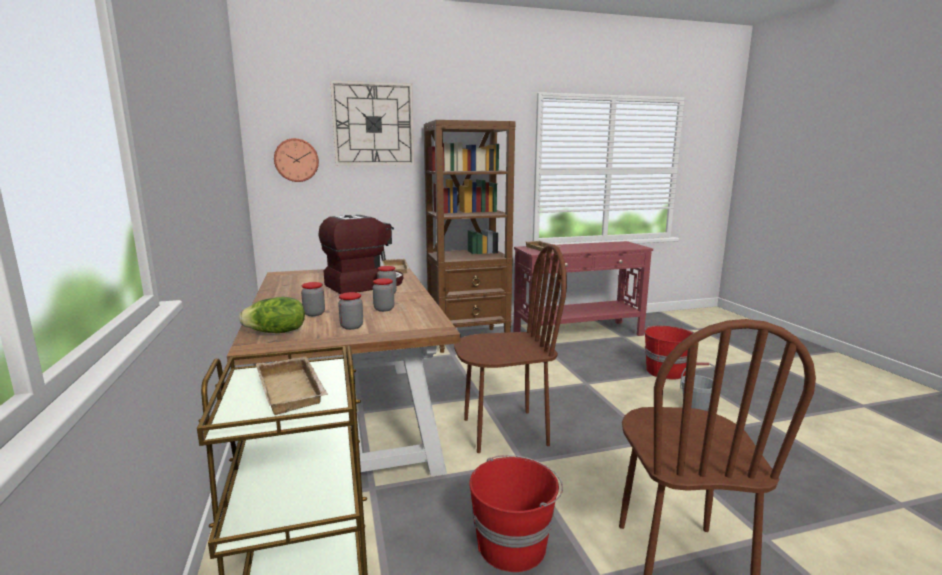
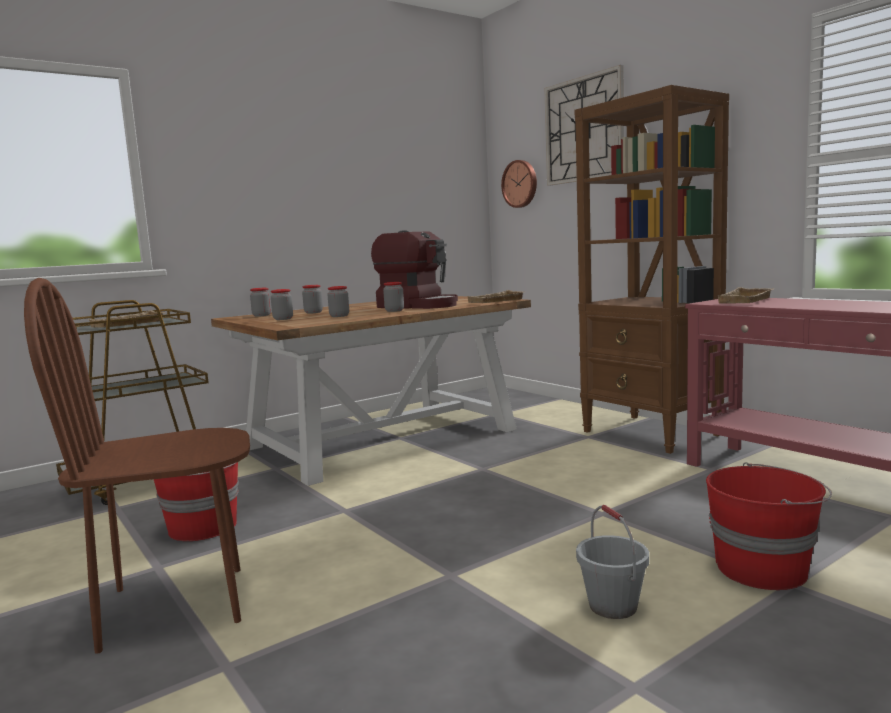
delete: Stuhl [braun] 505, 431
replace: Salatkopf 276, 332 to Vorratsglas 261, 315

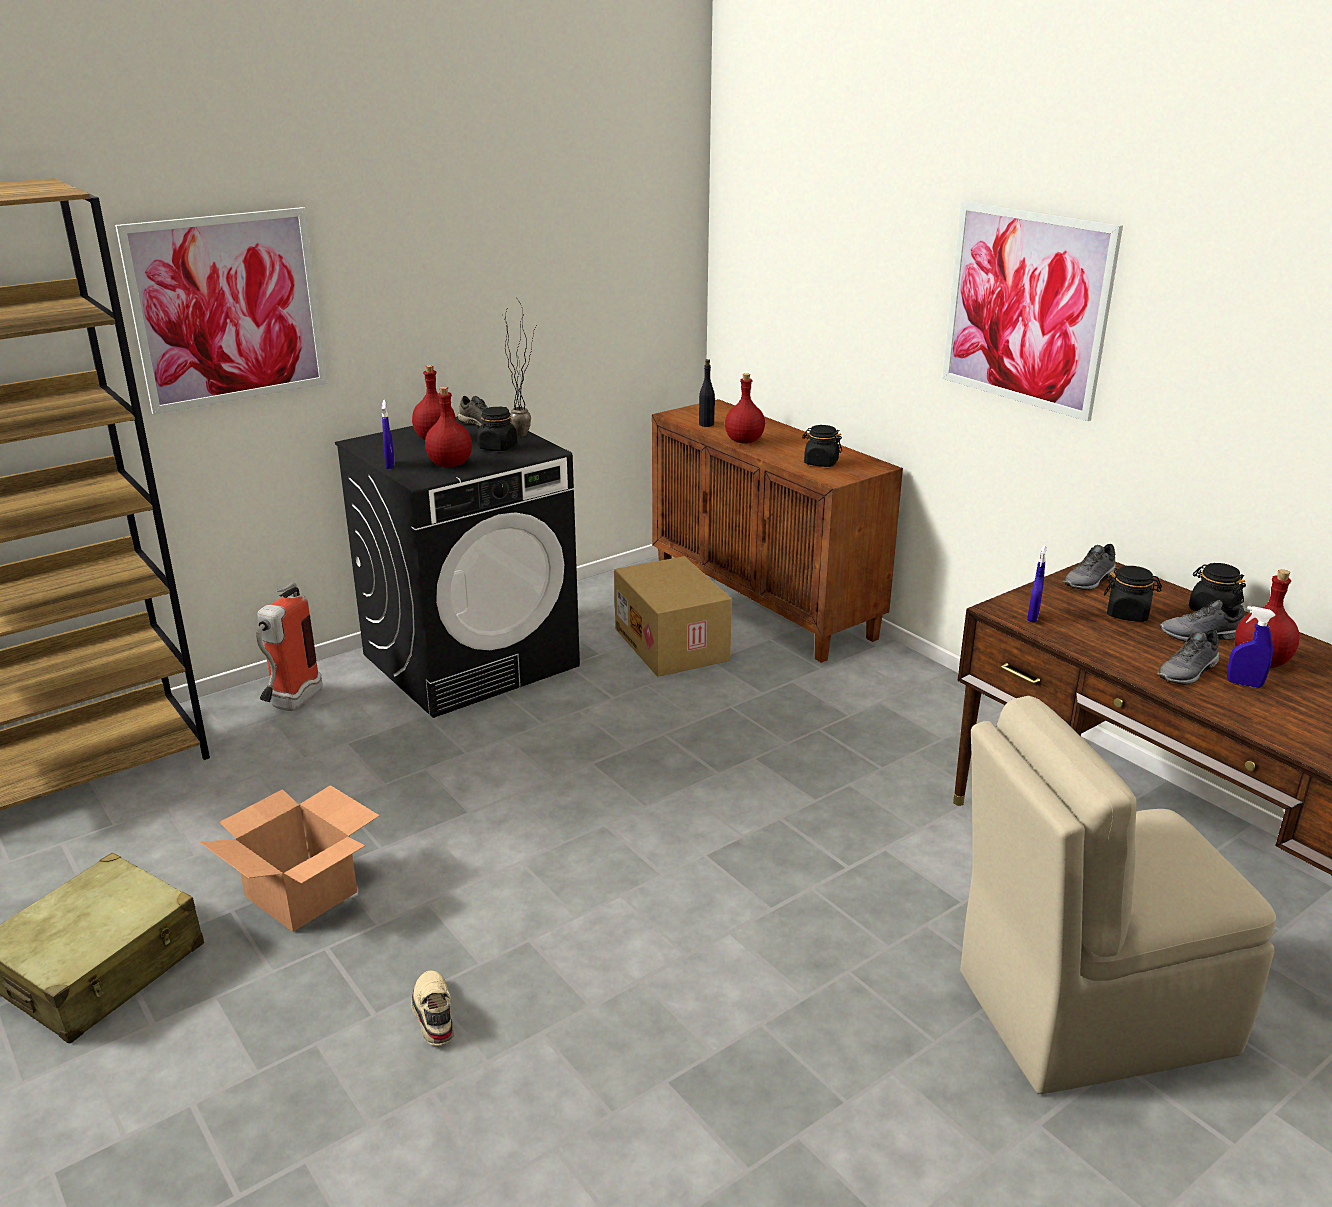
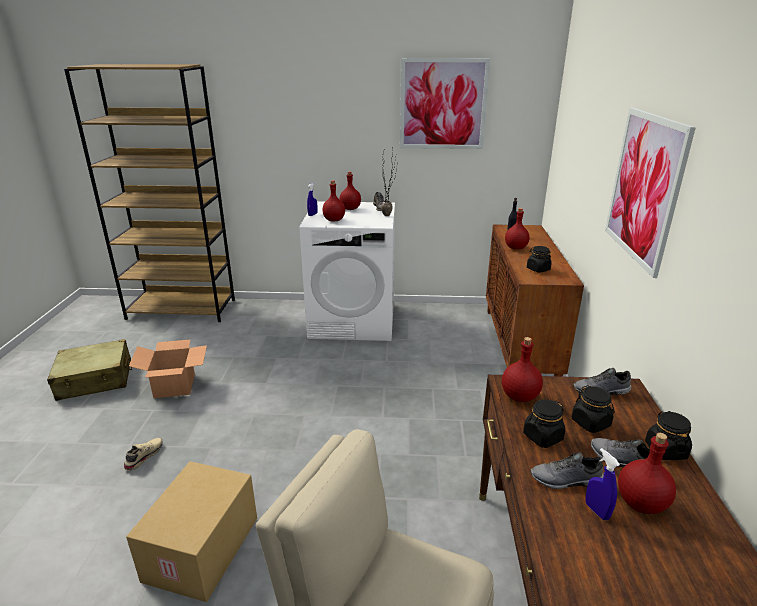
delete: Feuerlöscher 291, 705
move: Bild 228, 309 to 443, 104; Vorratsglas [schwarz] 497, 447 to 542, 437; Karton 673, 644 to 203, 549
replace: Sprühflasche [blau] 1033, 617 to Flasche [rot] 519, 396
recolor: Waschmaschine [schwarz] 471, 660 to Waschmaschine [weiß] 353, 321

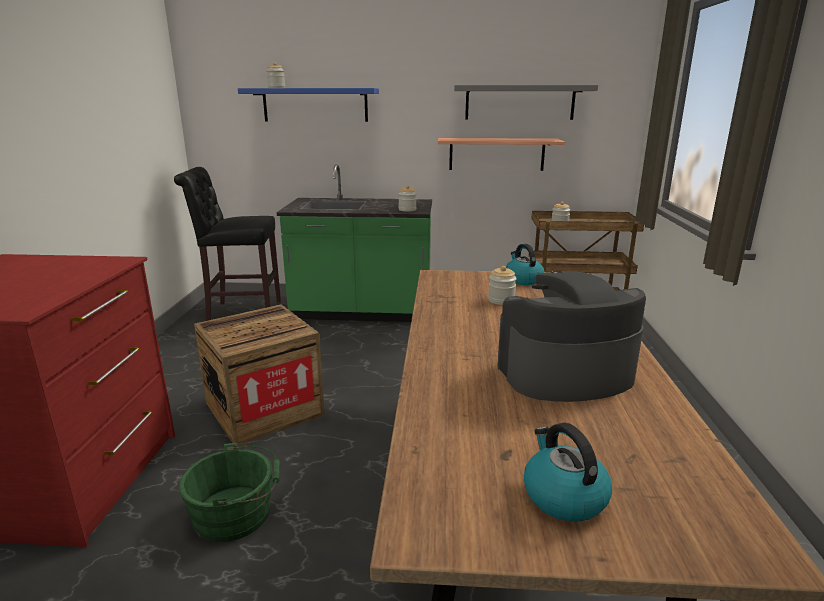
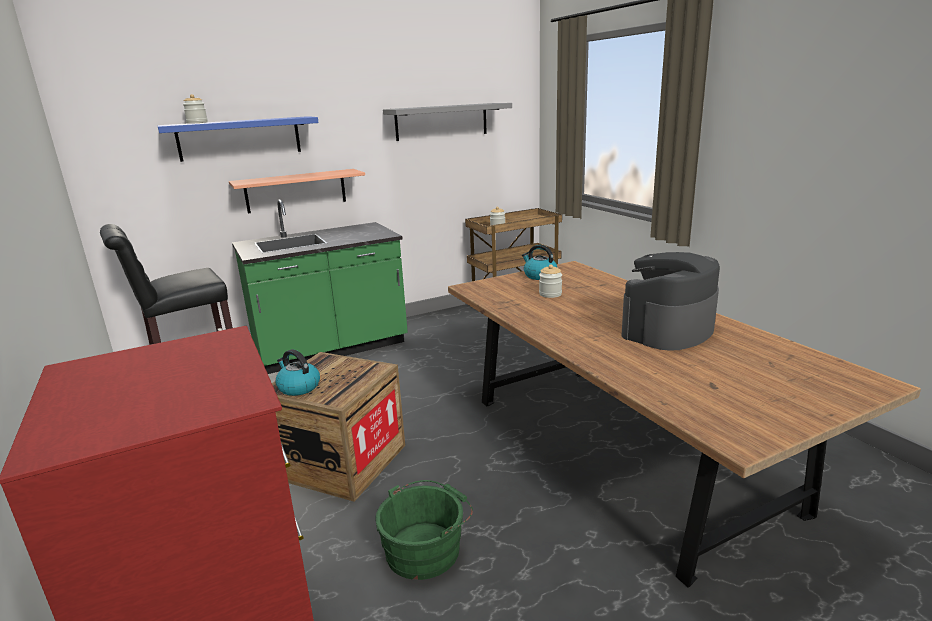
delete: Vorratsglas 407, 210
move: Wandregal 496, 154 to 296, 191; Wasserkessel 563, 496 to 298, 387

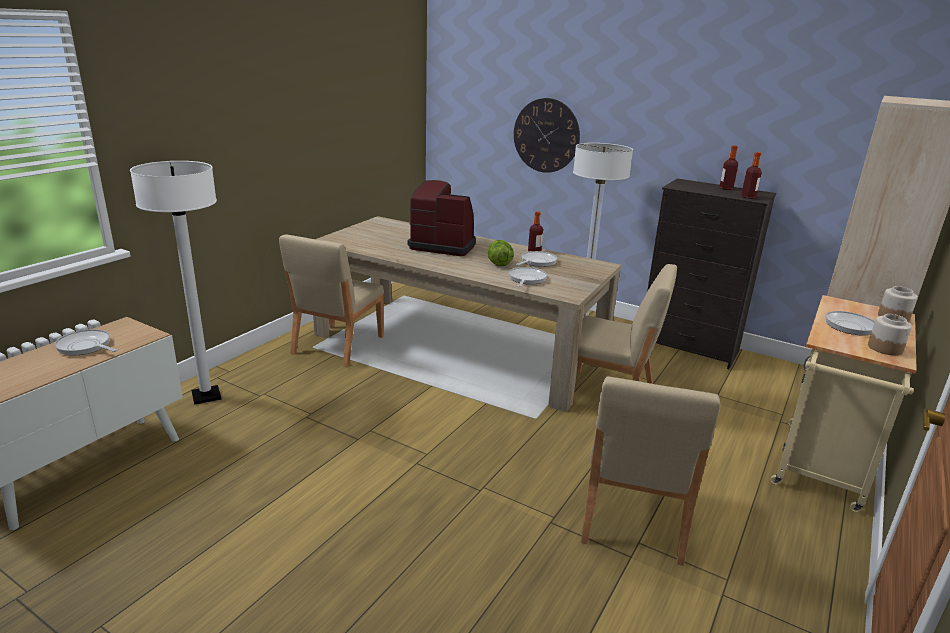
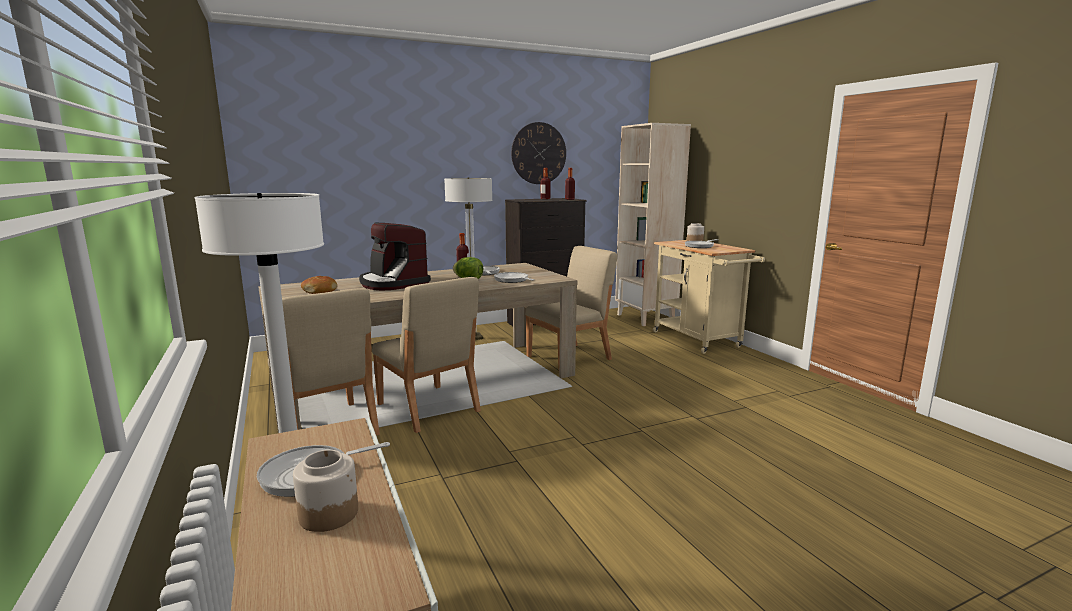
insert: Brot 320, 291
move: Wanduhr 546, 135 to 538, 153; Stuhl [beige] 633, 518 to 428, 408; Vorratsglas 885, 348 to 329, 513
rotate: Kaffeemaschine 443, 245 = 393, 283 90 degrees counterclockwise

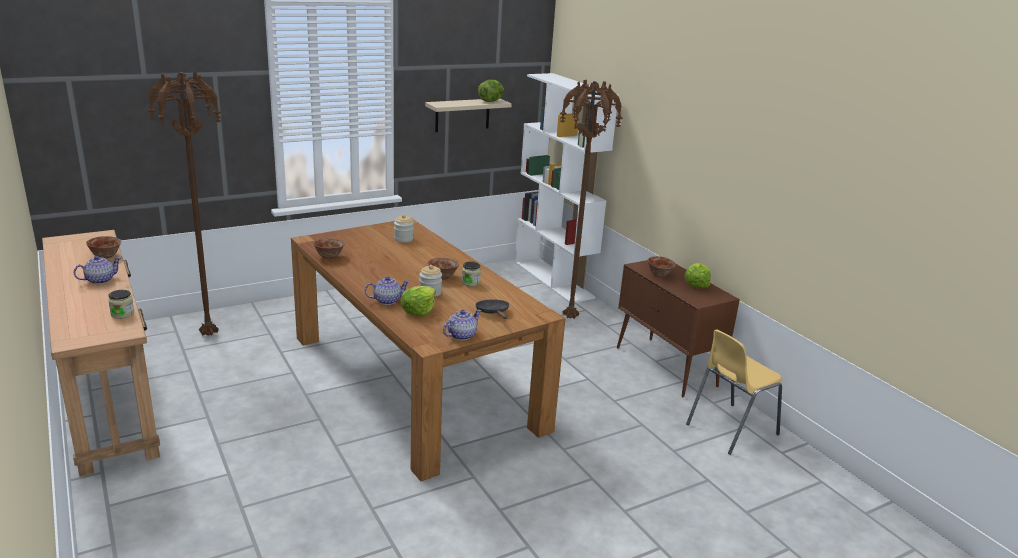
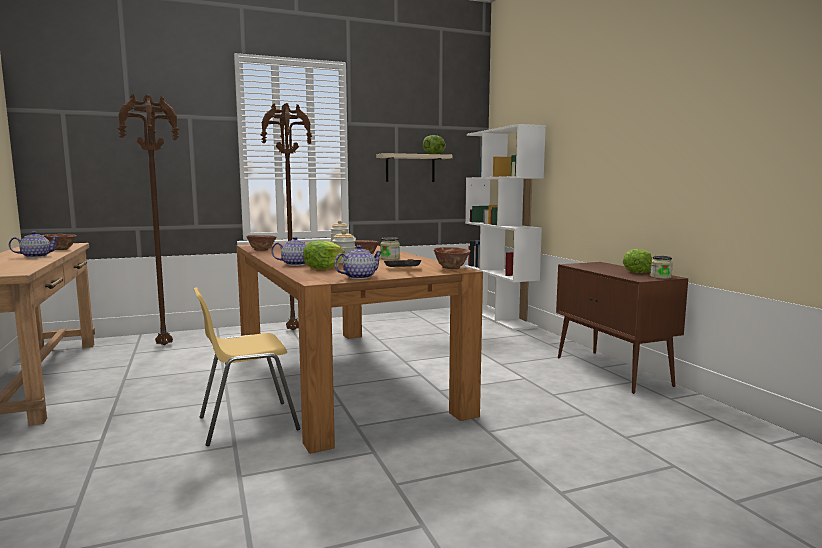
move: Vorratsglas 122, 314 to 660, 277; Stehlampe [braun] 571, 318 to 293, 330; Schüssel 659, 275 to 451, 268; Stuhl [gelb] 730, 429 to 247, 423

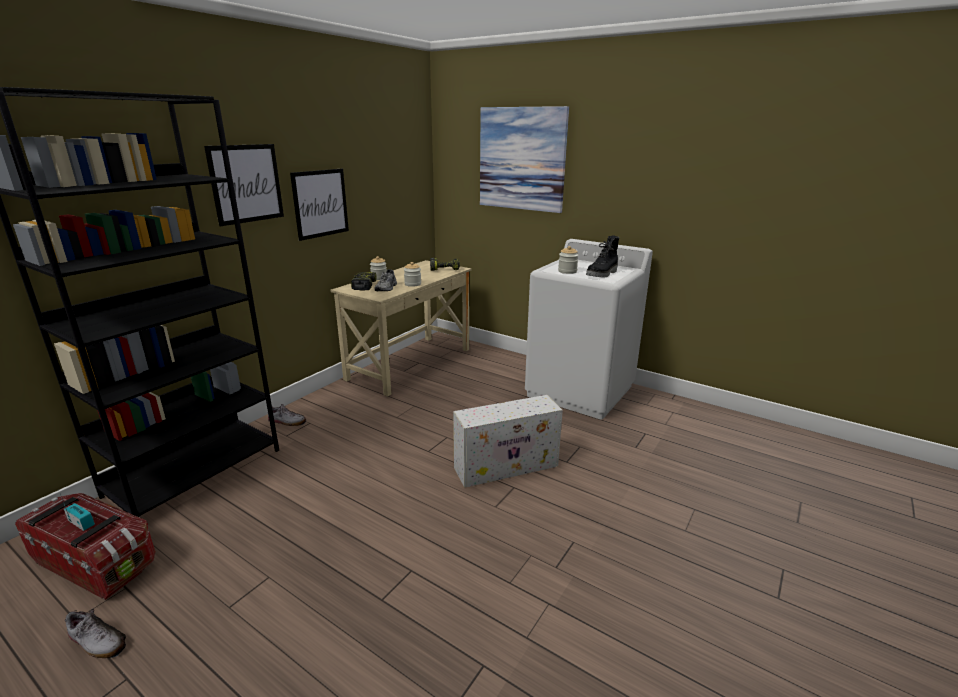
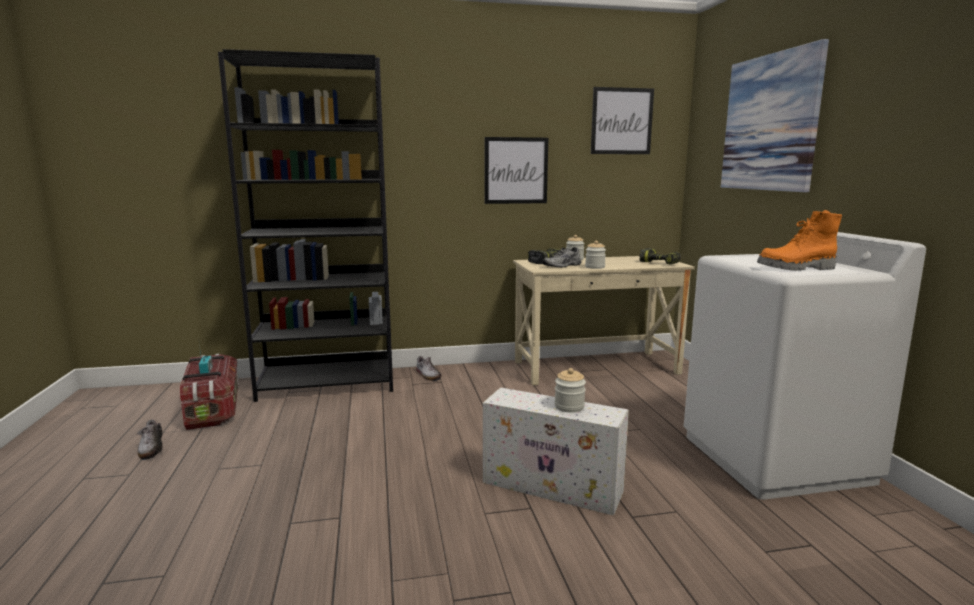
move: Bild 246, 184 to 621, 121; Vorratsglas 567, 271 to 569, 406
recolor: Stiefel [schwarz] 602, 274 to Stiefel [orange] 796, 268

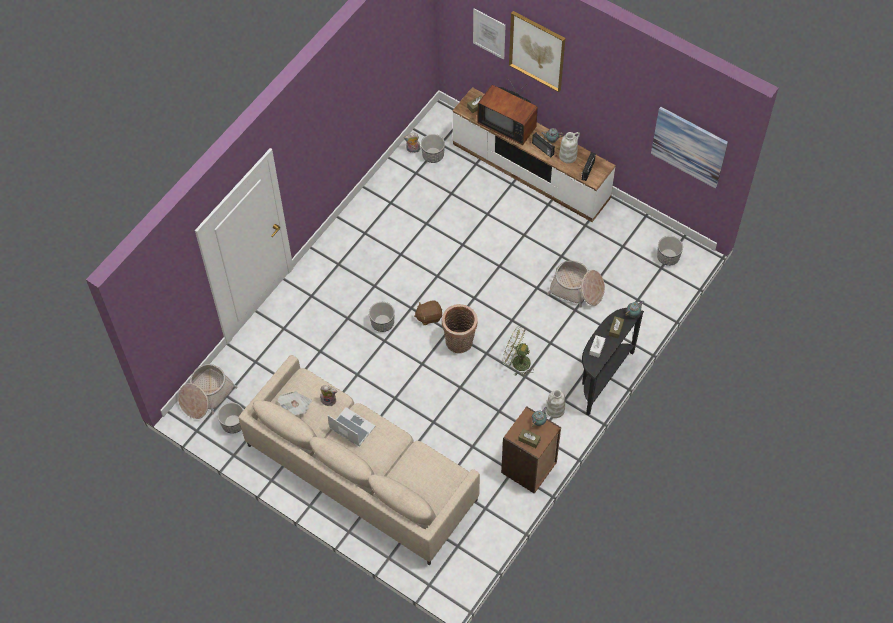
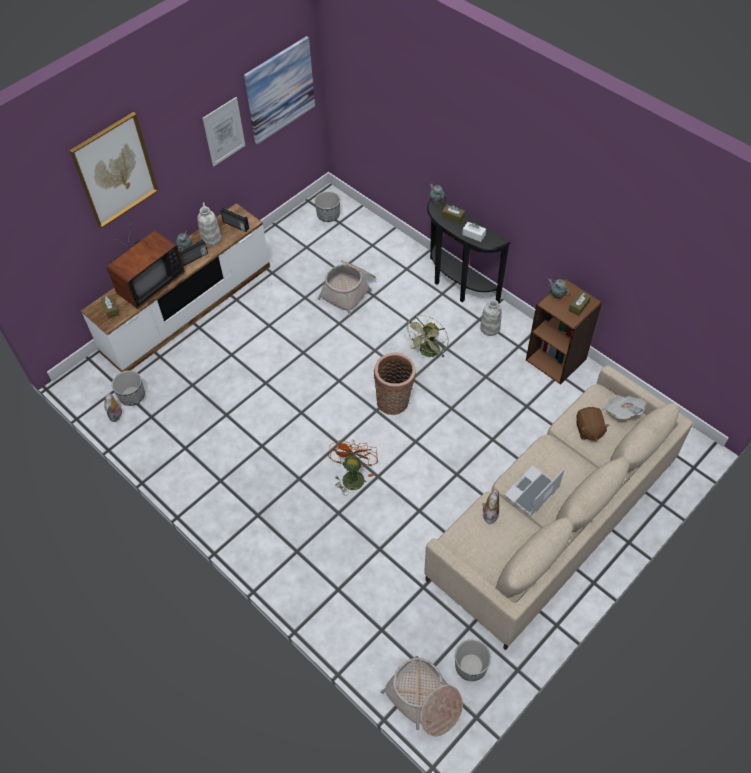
move: Zeitung 296, 406 to 622, 411; Plüschtier [braun] 429, 316 to 588, 430; Bild 489, 33 to 224, 131
replace: Pflanzkübel 382, 323 to Ventilator [orange] 353, 475

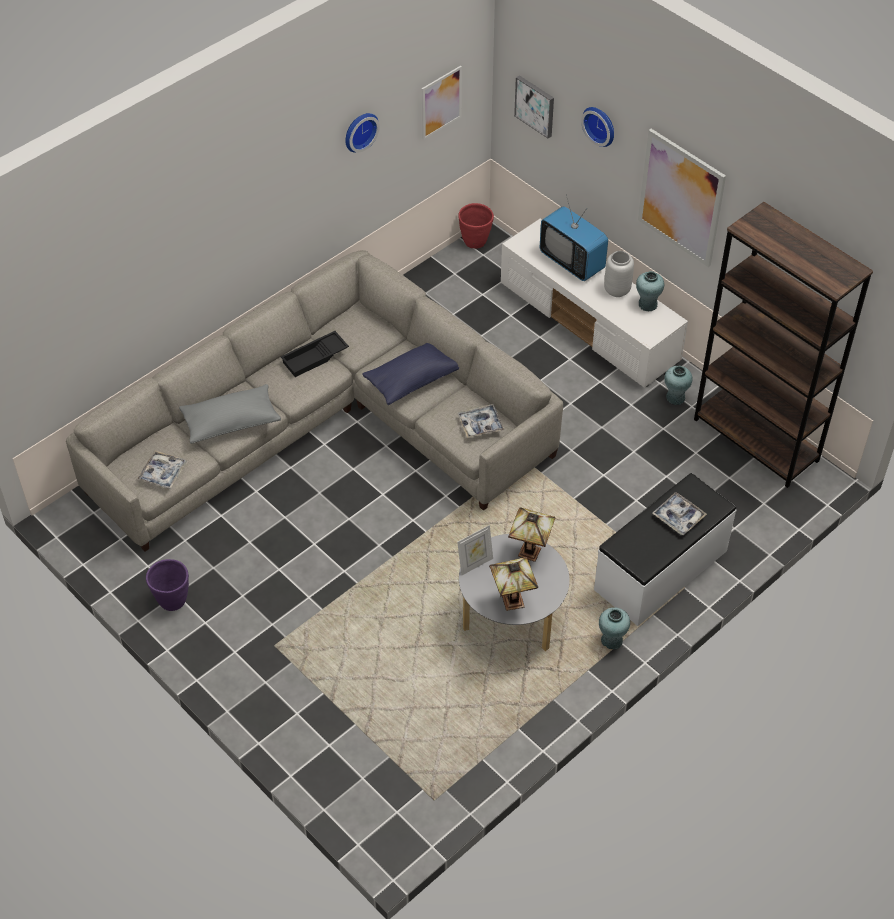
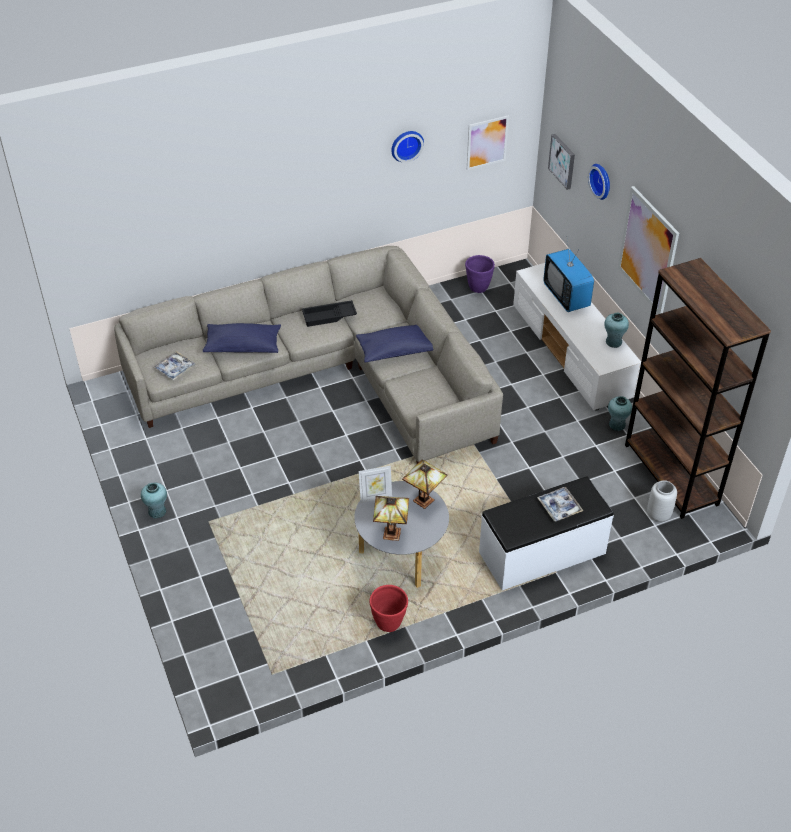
delete: Tablett 480, 424
move: Pflanzkübel [lila] 172, 601 to 478, 287; Pflanzkübel [rot] 475, 242 to 389, 623; Vase [türkis] 611, 640 to 157, 511; Vase [grau] 617, 290 to 658, 515
recolor: Kissen [grau] 231, 422 to Kissen [blau] 243, 346

